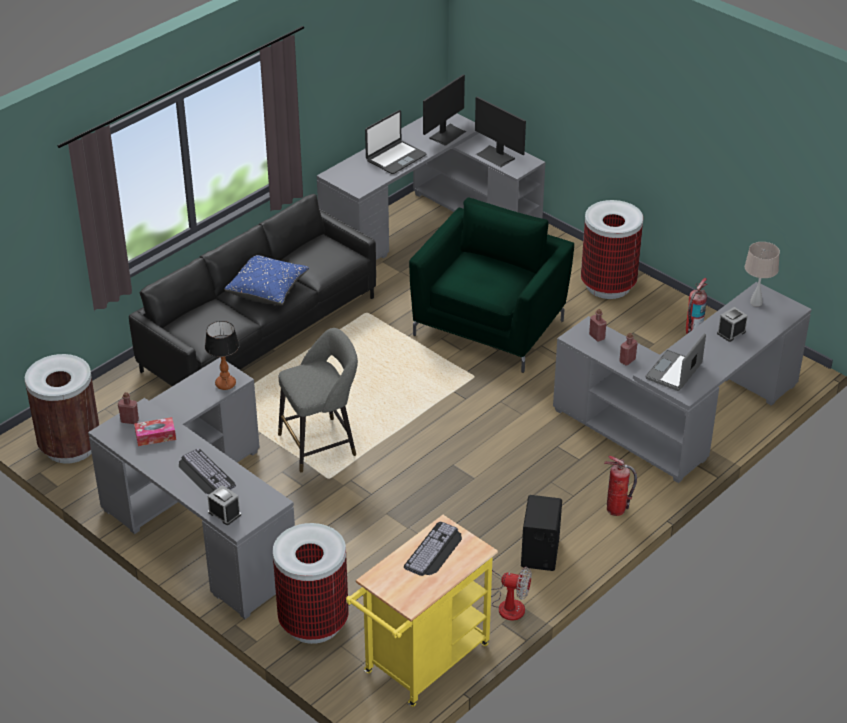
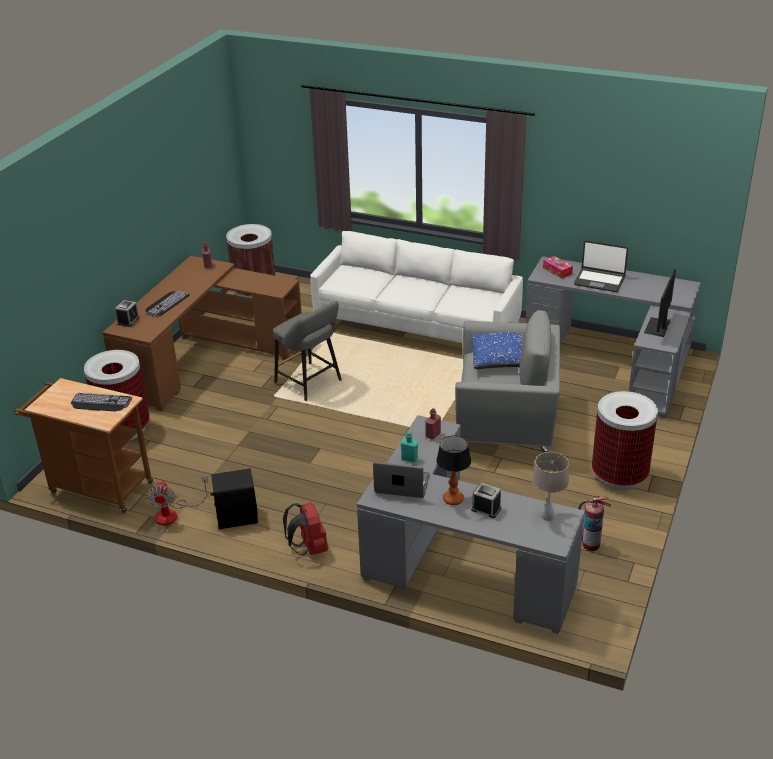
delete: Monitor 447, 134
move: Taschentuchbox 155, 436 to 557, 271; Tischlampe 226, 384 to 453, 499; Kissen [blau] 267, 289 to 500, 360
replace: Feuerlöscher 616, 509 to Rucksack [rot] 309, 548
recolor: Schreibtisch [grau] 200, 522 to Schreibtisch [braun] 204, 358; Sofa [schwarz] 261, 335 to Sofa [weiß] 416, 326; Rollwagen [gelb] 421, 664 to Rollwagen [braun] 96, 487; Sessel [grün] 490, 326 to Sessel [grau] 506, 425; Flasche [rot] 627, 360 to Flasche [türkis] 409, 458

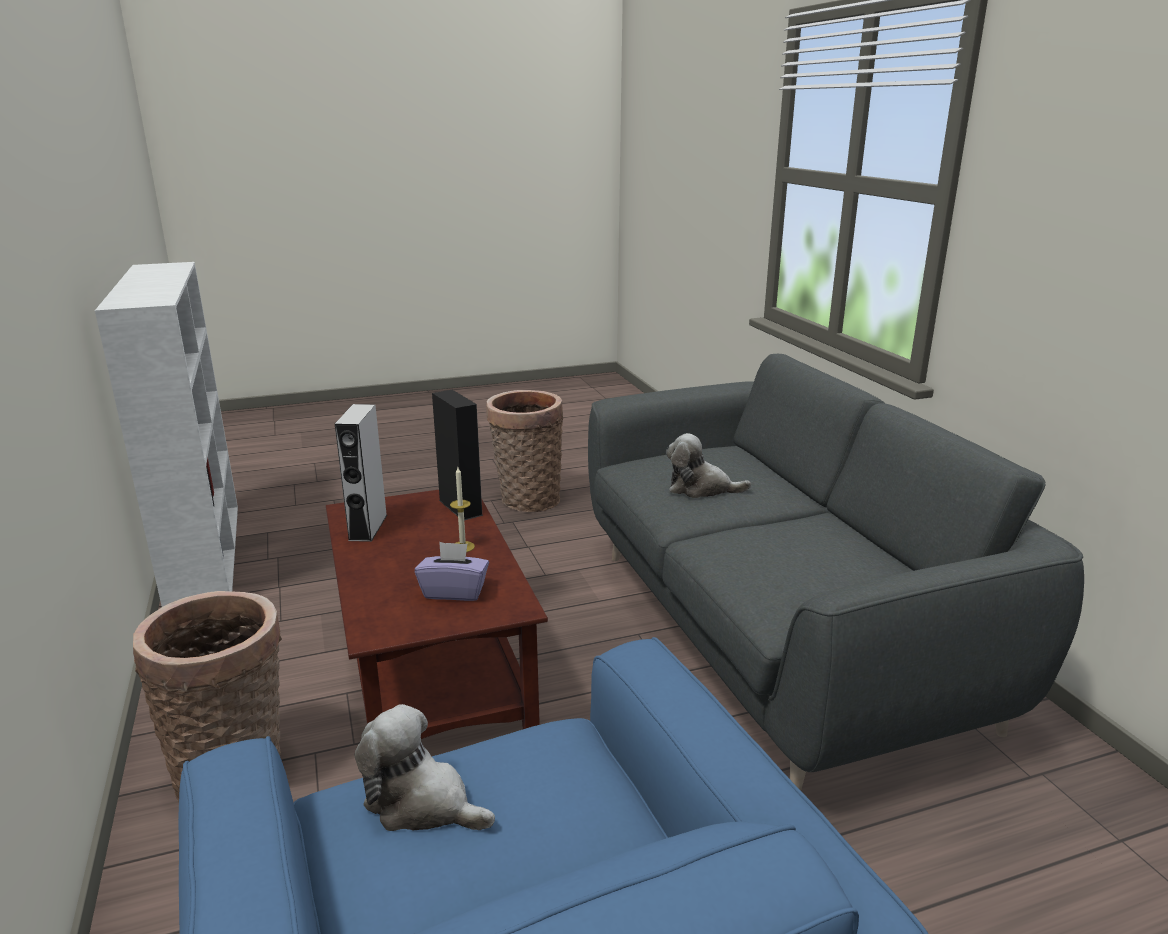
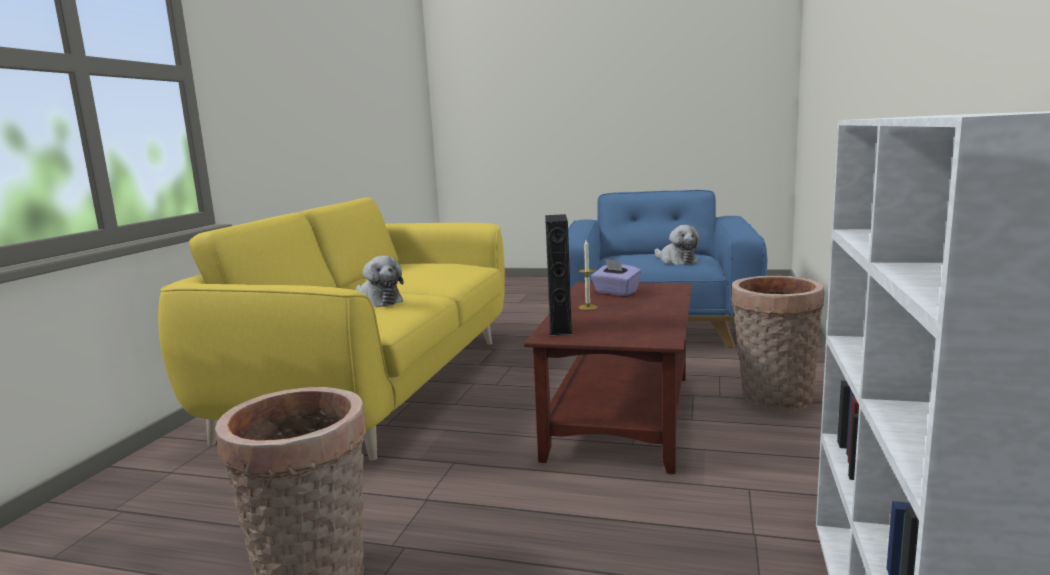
delete: Lautsprecher [grau] 368, 527
recolor: Sofa [grau] 772, 633 to Sofa [gelb] 376, 386

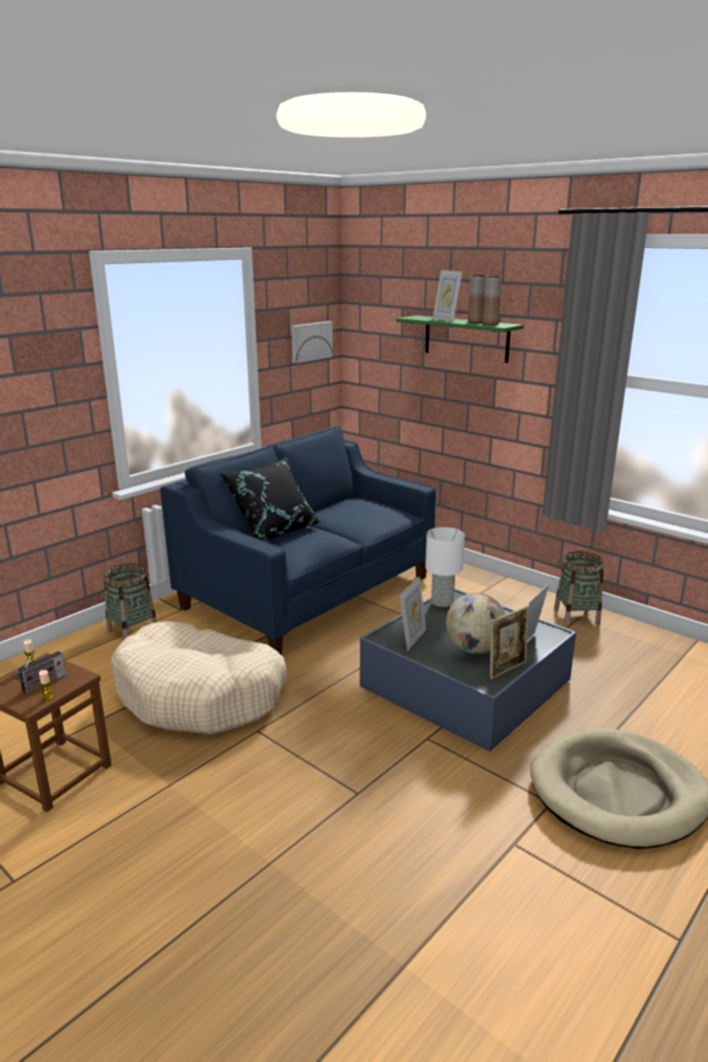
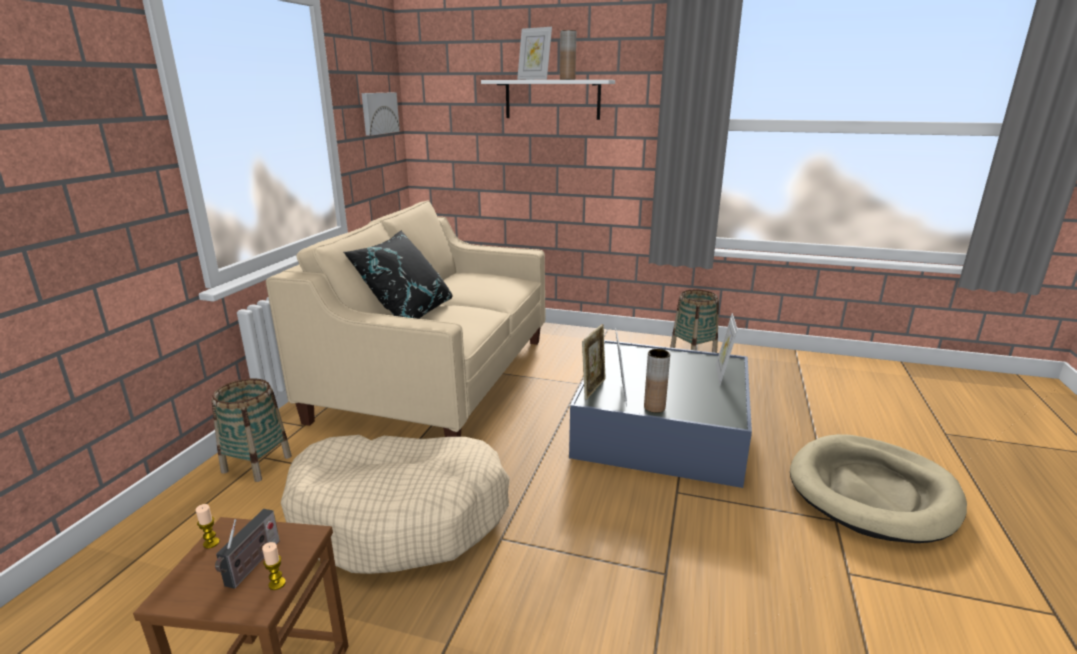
delete: Tischlampe [weiß] 442, 602; Globus 474, 649
move: Vase [braun] 490, 324 to 654, 407; Bilderrahmen 506, 669 to 593, 388
recolor: Sofa [blau] 308, 592 to Sofa [beige] 437, 377; Wandregal [grün] 466, 338 to Wandregal [weiß] 552, 99

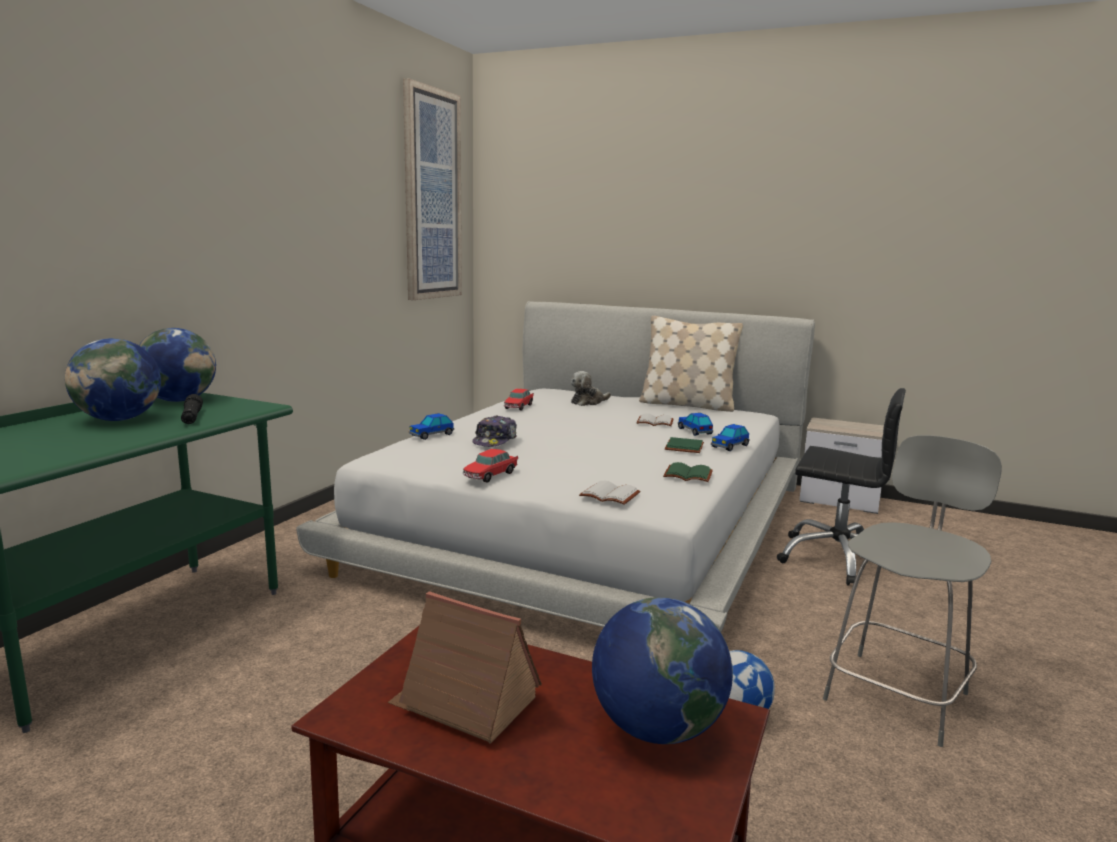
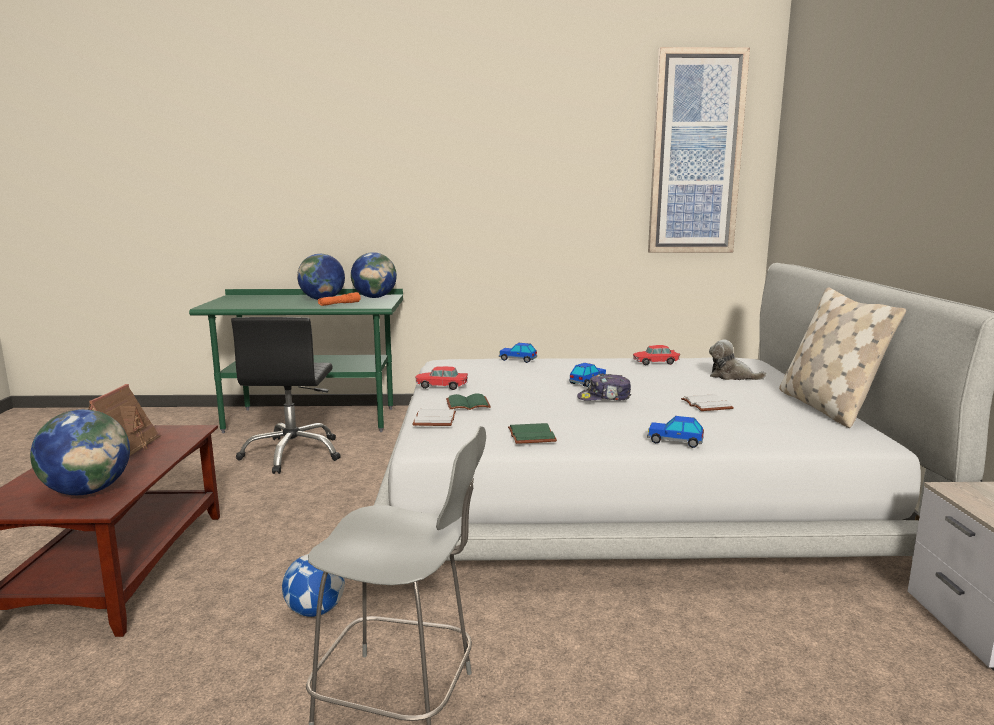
move: Kappe 495, 440 to 604, 398; Buch [grün] 683, 447 to 468, 404; Spielzeugauto 694, 431 to 587, 382; Bürostuhl [schwarz] 837, 558 to 293, 454
recolor: Taschenlampe [schwarz] 192, 417 to Taschenlampe [orange] 339, 304

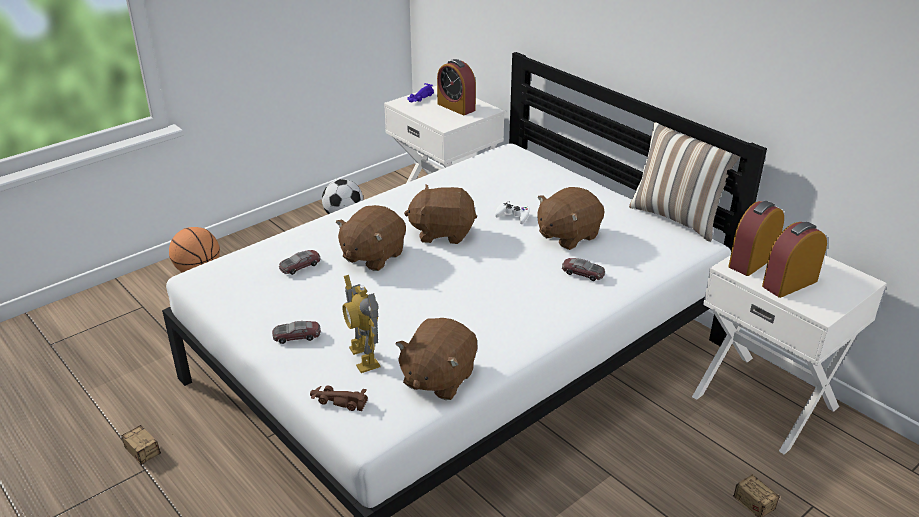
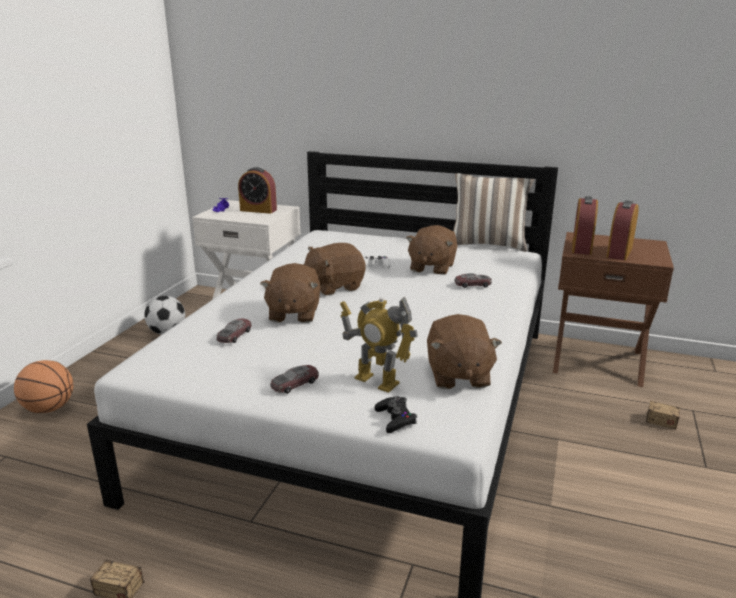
replace: Spielzeugauto [braun] 338, 401 to Gamepad [schwarz] 395, 418
recolor: Nachttisch [weiß] 766, 401 to Nachttisch [braun] 597, 360

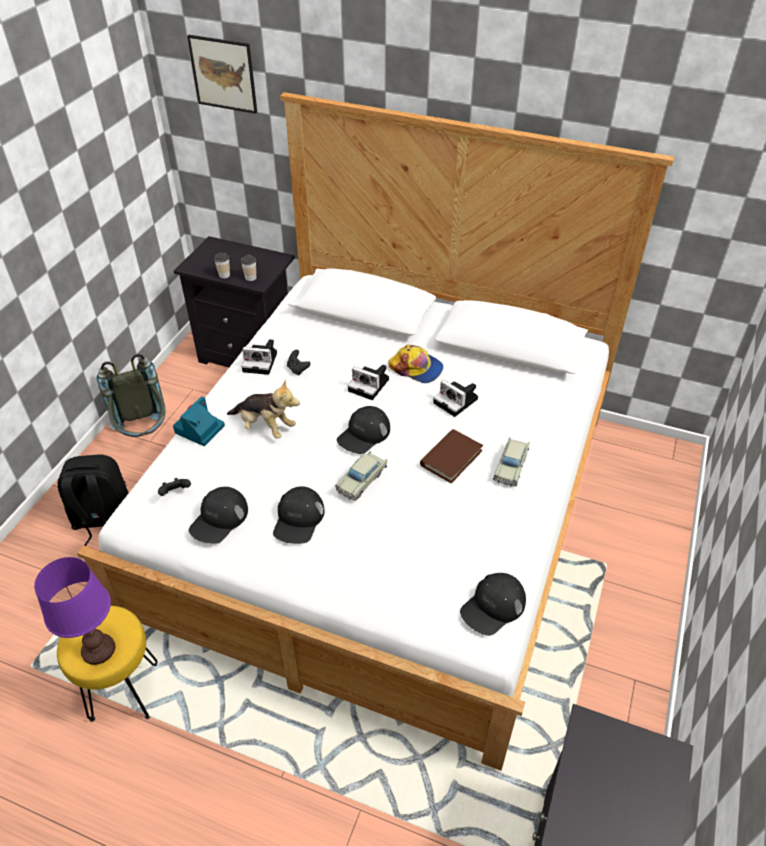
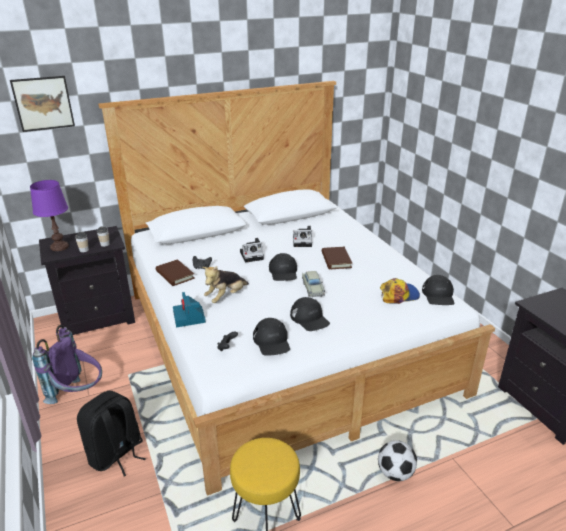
delete: Spielzeugauto [beige] 511, 466
insert: Fußball 395, 473
move: Tischlampe [lila] 99, 649 to 60, 247; Kappe 416, 368 to 399, 295
replace: Kamera 261, 362 to Buch [braun] 175, 275
recolor: Rucksack [grau] 144, 434 to Rucksack [lila] 79, 394
rotate: Plüschtier 265, 427 = 226, 297 150 degrees clockwise

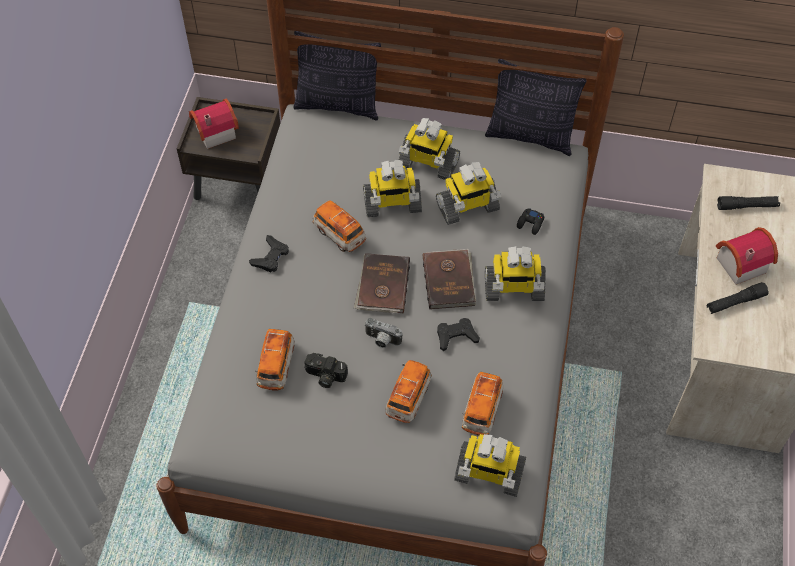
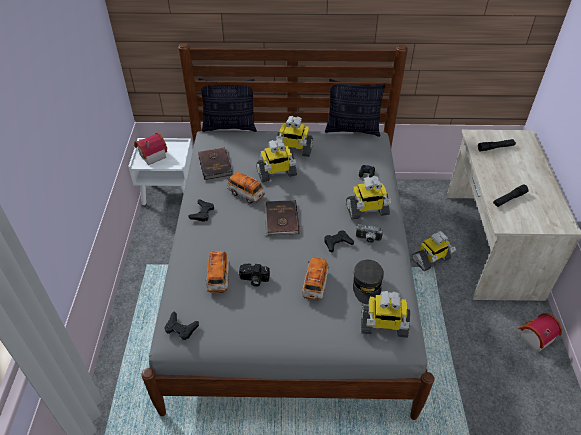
insert: Gamepad [schwarz] 181, 328
move: Kamera 382, 341 to 368, 239; Buch [braun] 449, 280 to 216, 164; Spielzeugroboter 467, 207 to 431, 259; Spielzeughaus 738, 263 to 534, 337
replace: Spielzeugauto 481, 410 to Kappe [grau] 367, 285
recolor: Nachttisch [braun] 239, 184 to Nachttisch [weiß] 170, 193

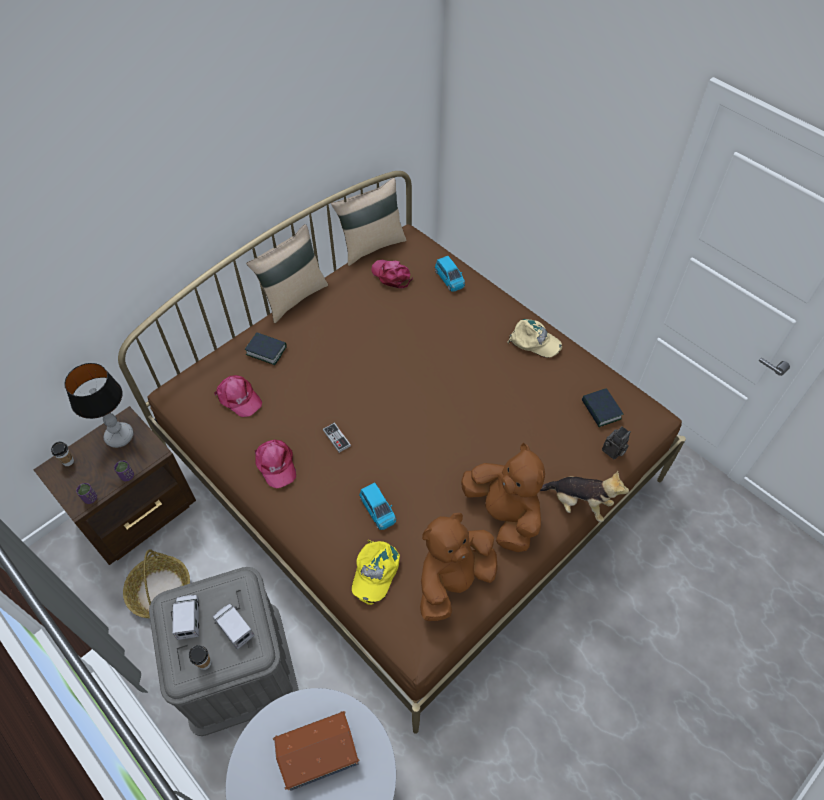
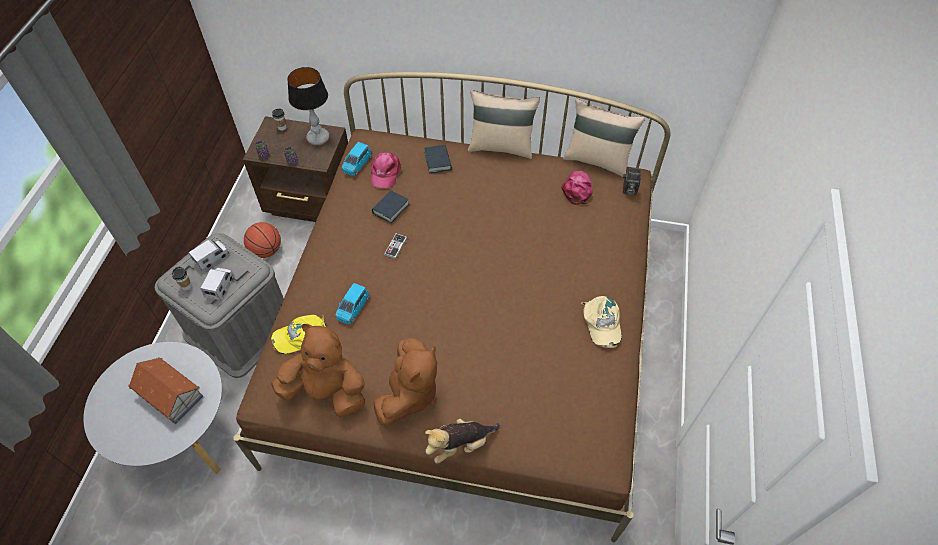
delete: Kappe [rosa] 276, 464
move: Spielzeugauto [blau] 449, 279 to 357, 164; Buch 601, 410 to 390, 209; Kamera 613, 451 to 628, 190
replace: Korb 160, 590 to Basketball 266, 250
rotate: Plüschtier 578, 504 = 460, 445 75 degrees clockwise

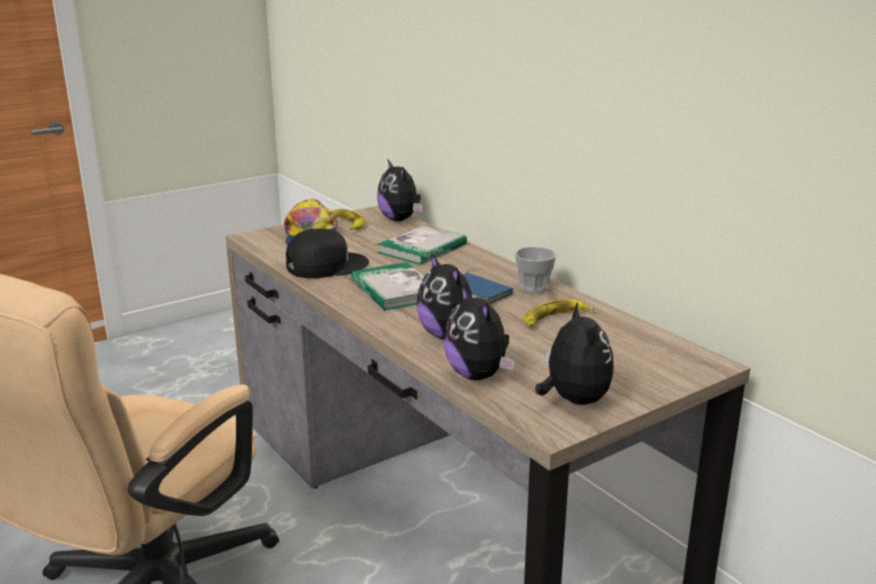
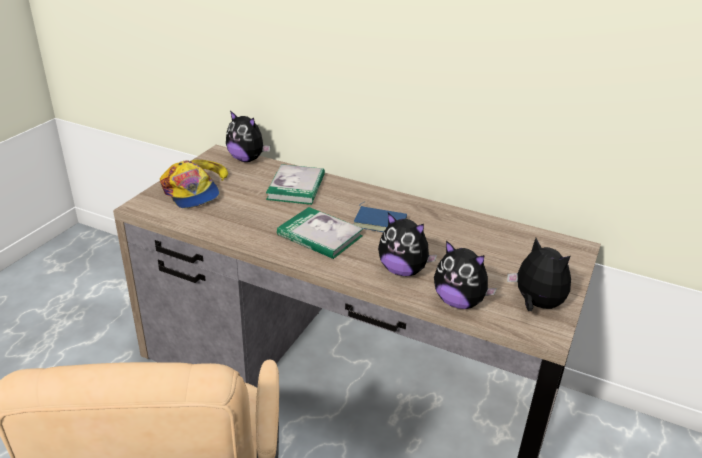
delete: Kappe [schwarz] 326, 265; Tasse 533, 288; Banane 553, 319

